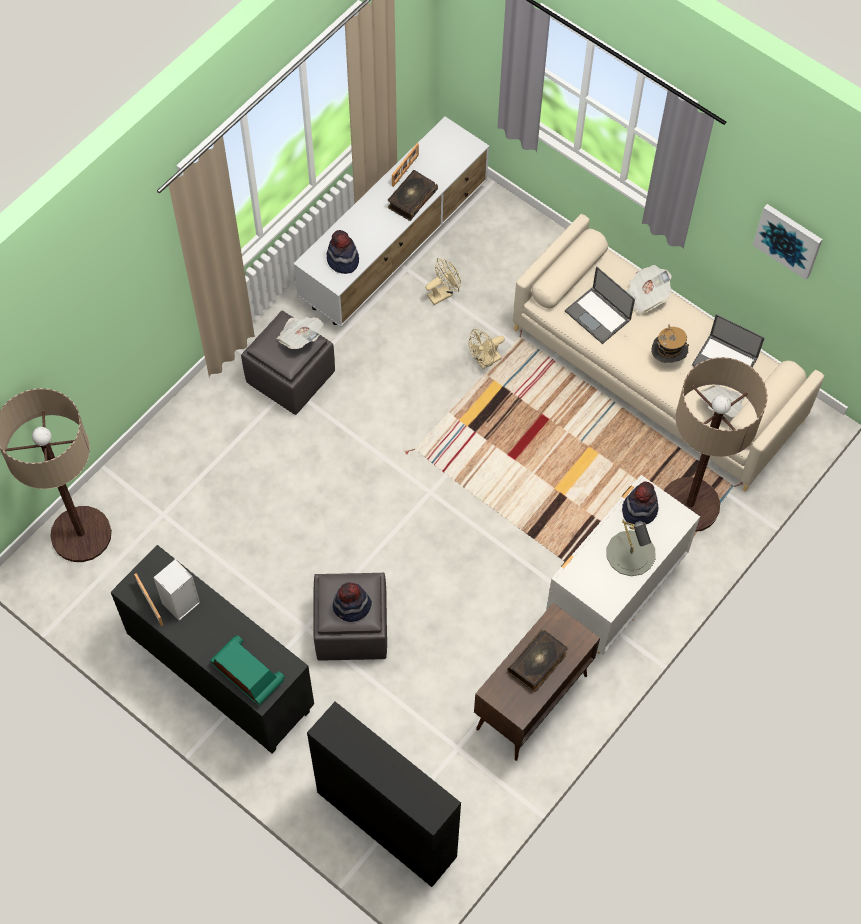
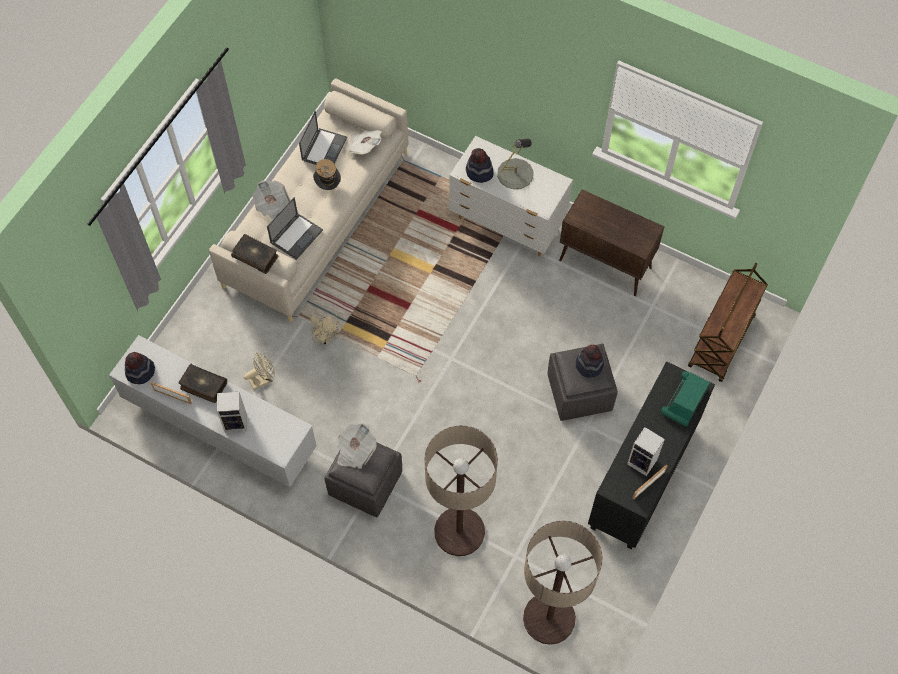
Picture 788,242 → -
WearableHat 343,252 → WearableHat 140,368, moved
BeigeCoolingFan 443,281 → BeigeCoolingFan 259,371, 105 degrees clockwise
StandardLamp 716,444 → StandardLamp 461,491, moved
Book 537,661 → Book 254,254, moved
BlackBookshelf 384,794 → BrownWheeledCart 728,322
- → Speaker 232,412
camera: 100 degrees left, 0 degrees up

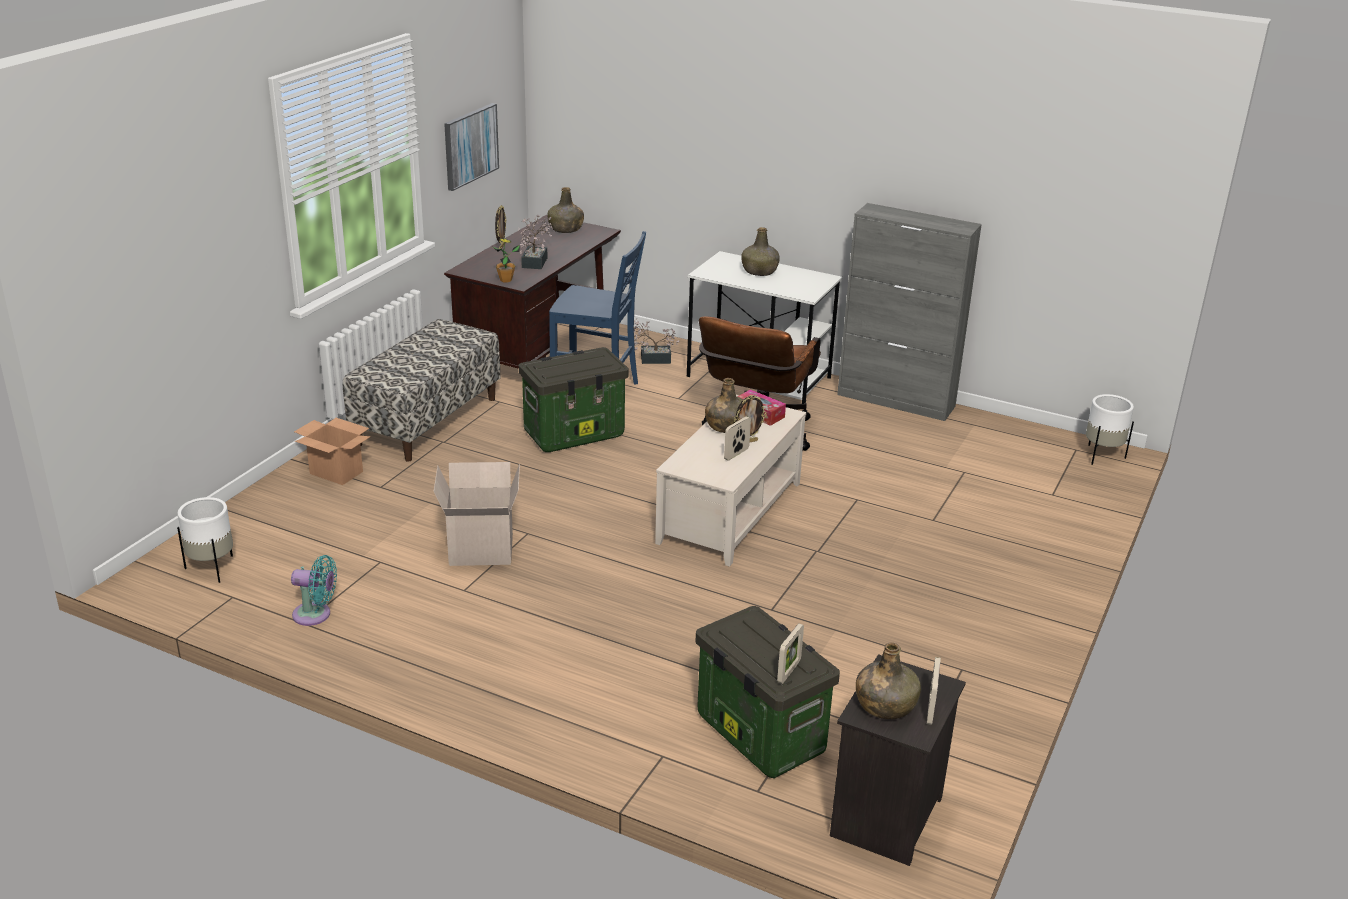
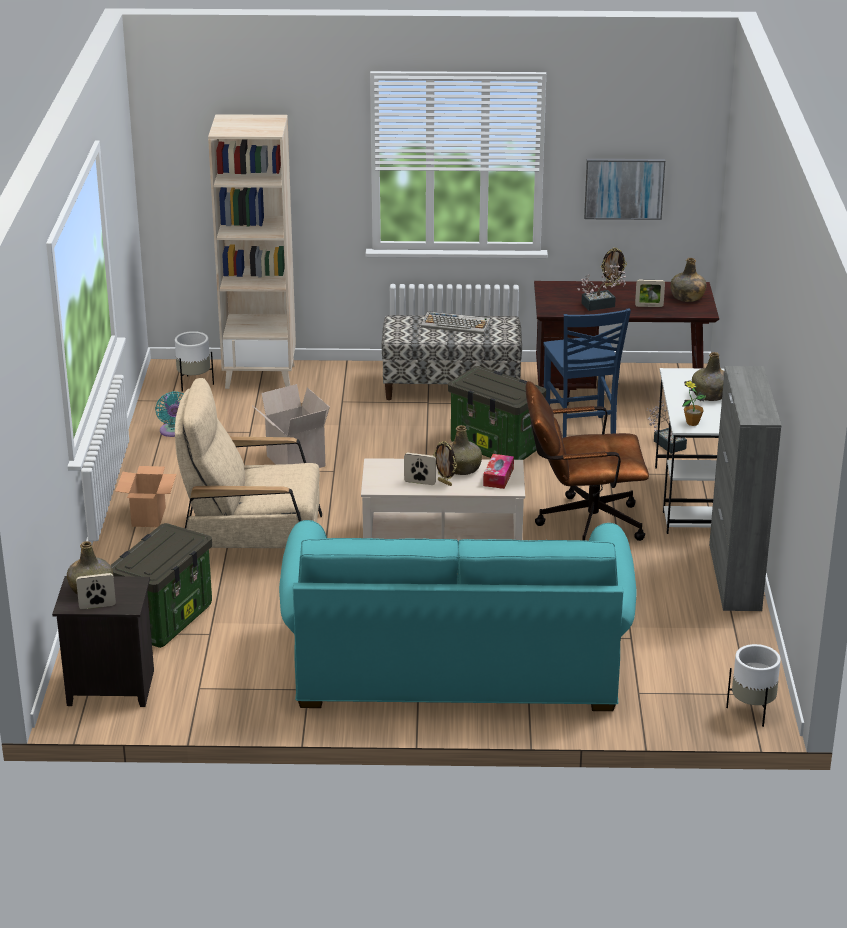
PlantInAPot 506,261 → PlantInAPot 694,403, moved
PackingBox 332,451 → PackingBox 145,496, moved
PhotoFrame 790,653 → PhotoFrame 650,293, moved
- → BeigeBookshelf 252,251
- → Keyboard 455,322
- → BeigeEasyChair 248,463
- → TurquoiseColouredCouch 458,615
camera: 65 degrees right, 0 degrees up

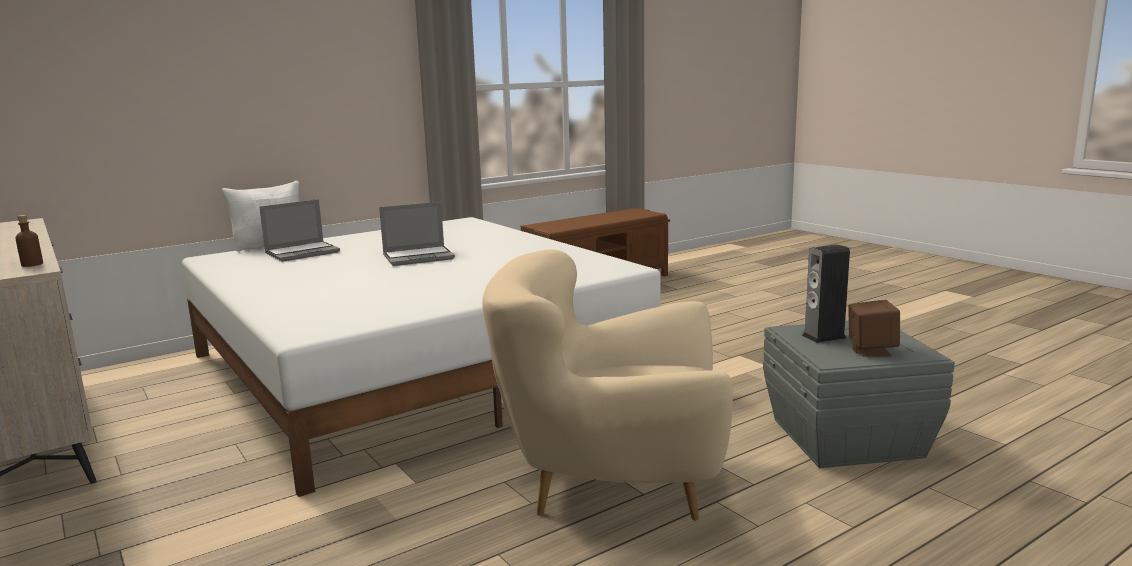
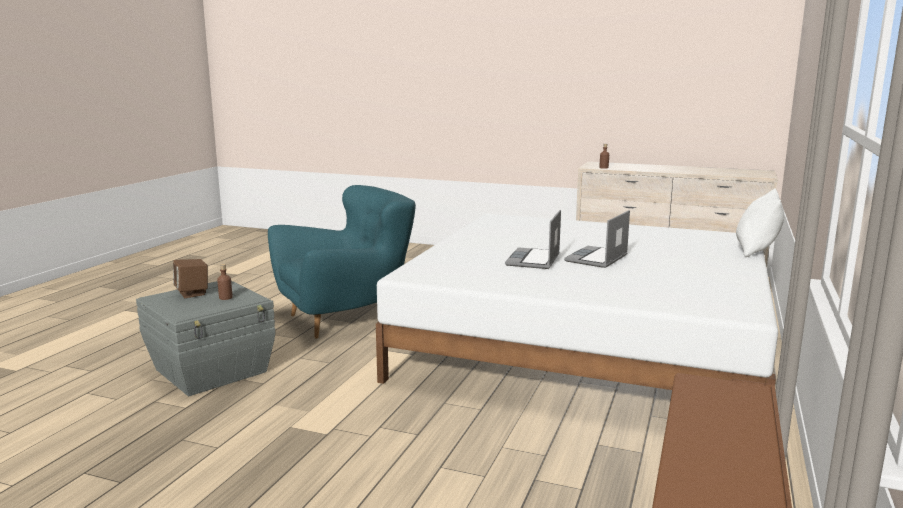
NotebookComputer 299,230 → NotebookComputer 533,239, moved
Speaker 826,294 → BrownDrinkBottle 225,282
BeigeEasyChair 607,384 → TurquoiseColouredEasyChair 342,261
camera: 145 degrees right, 0 degrees up

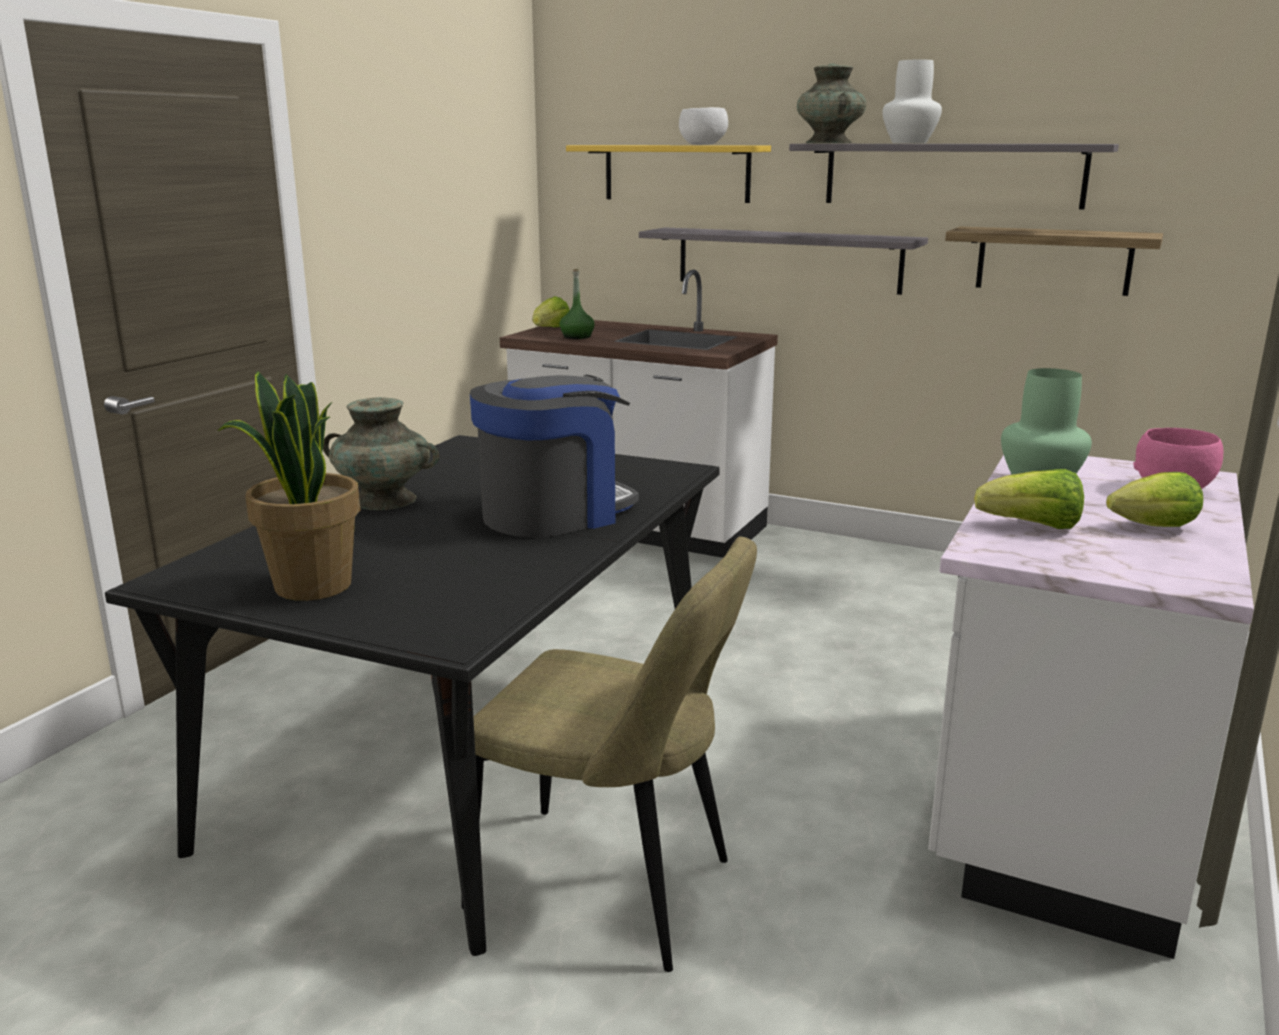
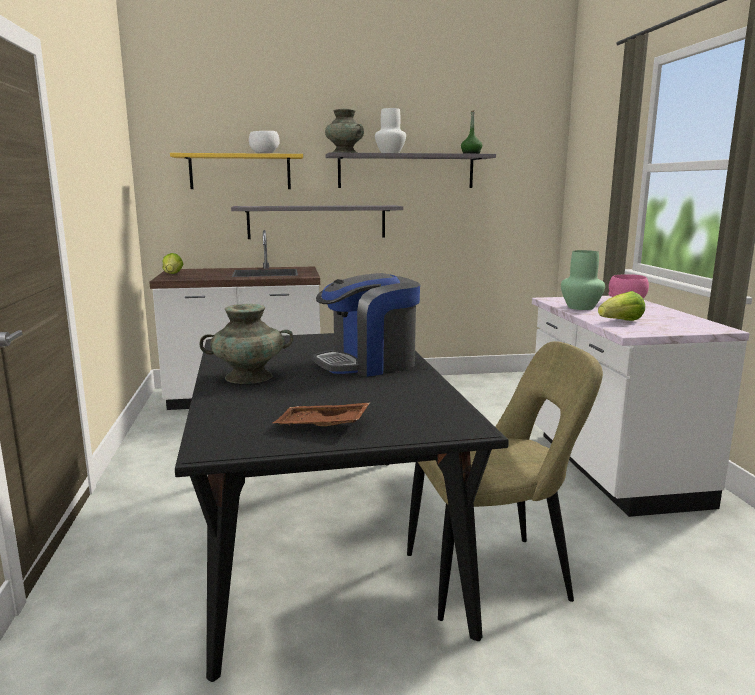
Shelf 1054,261 → -
GreenColouredDrinkBottle 577,304 → GreenColouredDrinkBottle 471,132, moved
PlantInAPot 289,486 → BrownCarryingTray 321,414
CoffeeMachine 554,456 → CoffeeMachine 366,325, 135 degrees counterclockwise
HeadOfLettuce 1154,499 → -
camera: 35 degrees left, 5 degrees down

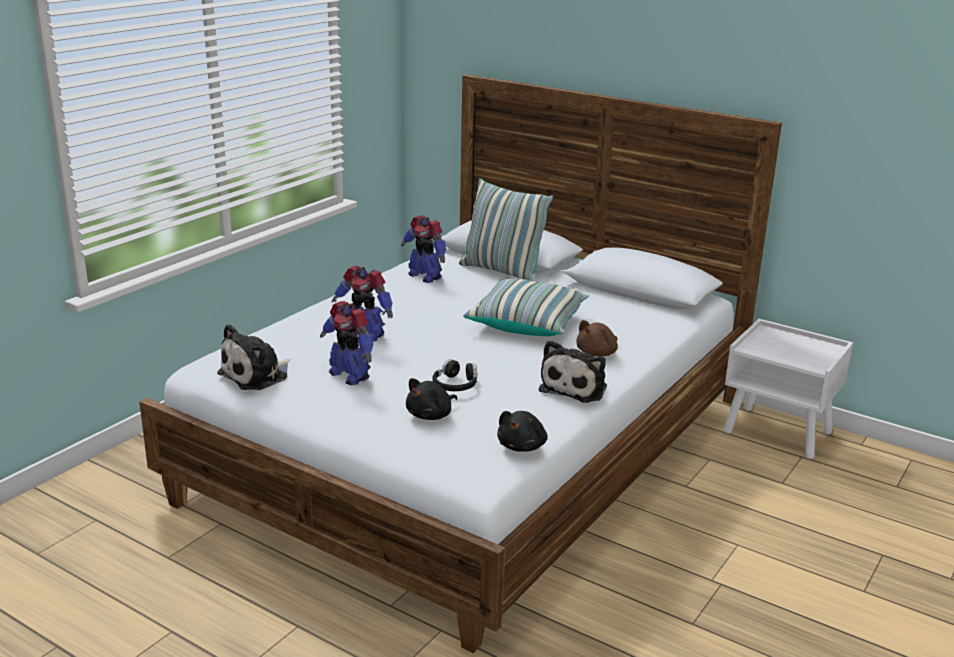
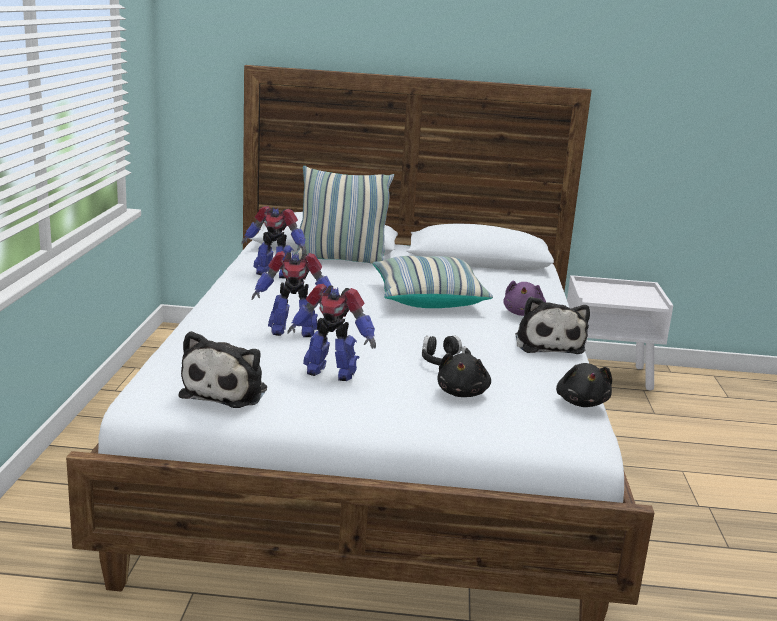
BrownCuddlyToy 597,338 → PurplishCuddlyToy 524,298
camera: 30 degrees left, 5 degrees down

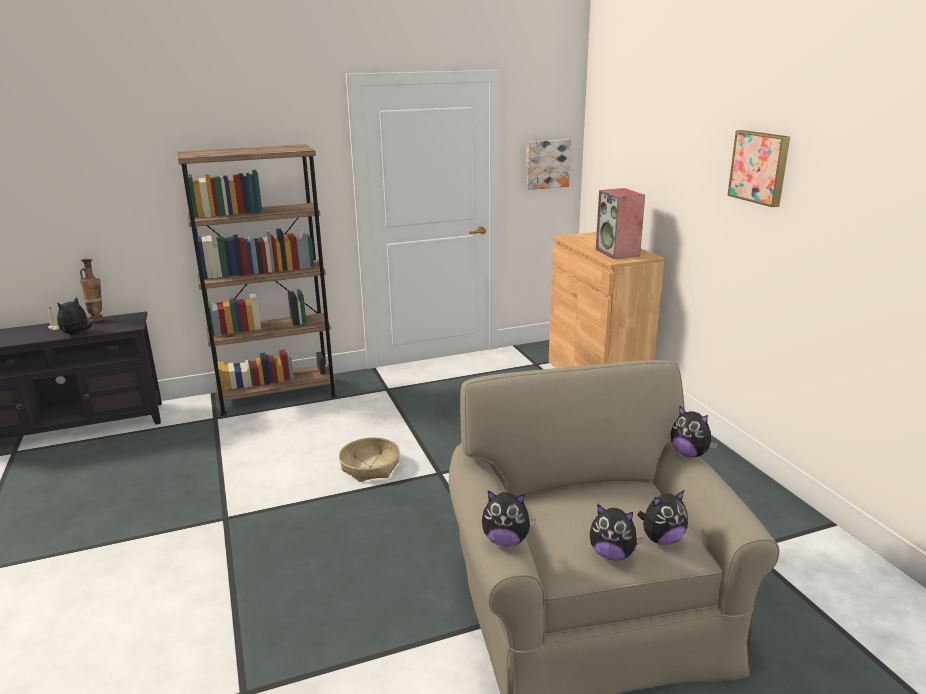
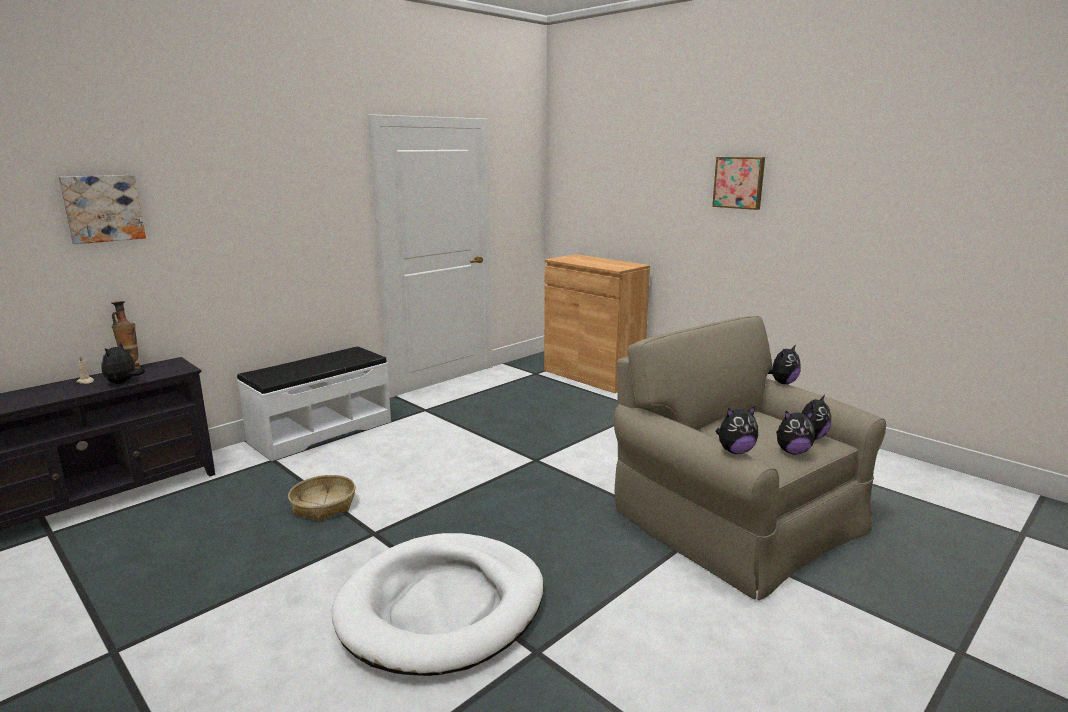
Picture 548,164 → Picture 102,209, moved
BrownBookshelf 257,280 → WhiteBench 314,403
Speaker 620,223 → -
CuddlyToy 694,431 → CuddlyToy 784,364, 60 degrees counterclockwise
Basket 369,459 → Basket 321,498, moved
- → WhitePetBed 437,604
camera: 25 degrees left, 5 degrees down

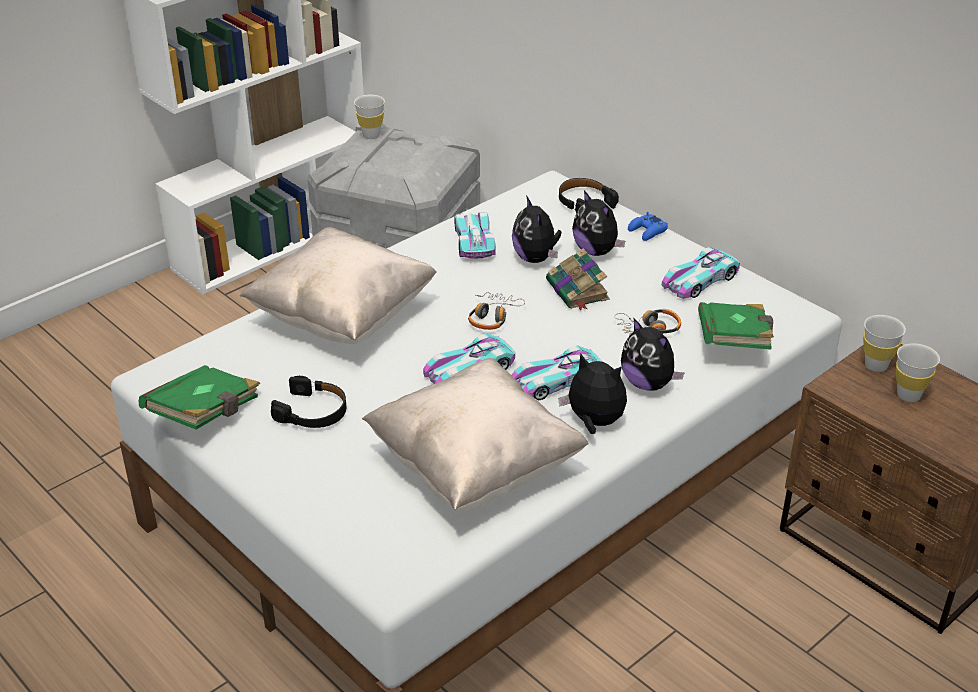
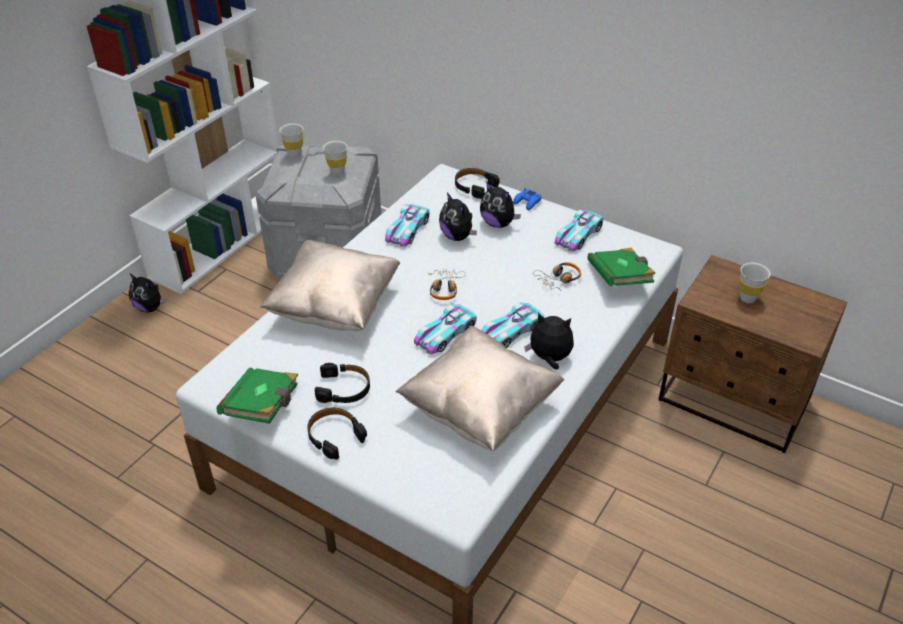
ModelCar 475,235 → ModelCar 407,225, 135 degrees counterclockwise
Book 577,279 → -
WhiteCup 884,343 → WhiteCup 335,158, moved
CuddlyToy 652,354 → CuddlyToy 148,293, moved
- → BlackHeadset 337,433
camera: 15 degrees left, 5 degrees up

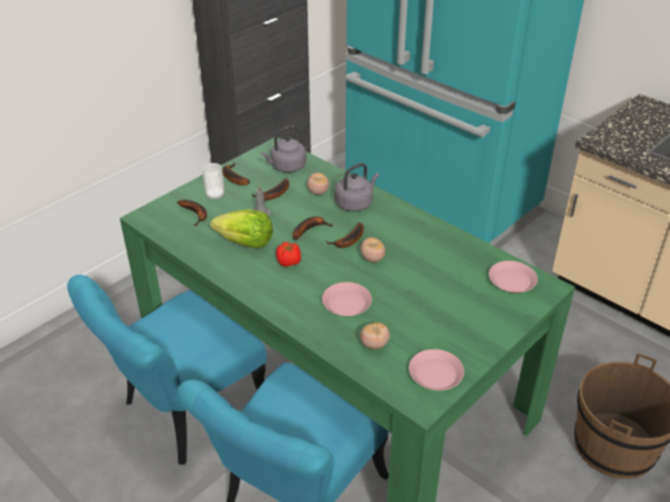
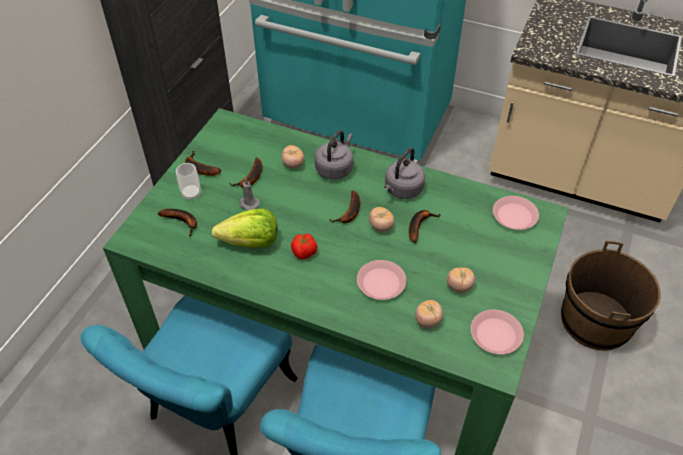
GreyishTeaKettle 284,149 → GreyishTeaKettle 404,173, moved
BananaFruit 313,228 → BananaFruit 425,226, moved
- → Tomato 461,279
camera: 20 degrees left, 10 degrees up

